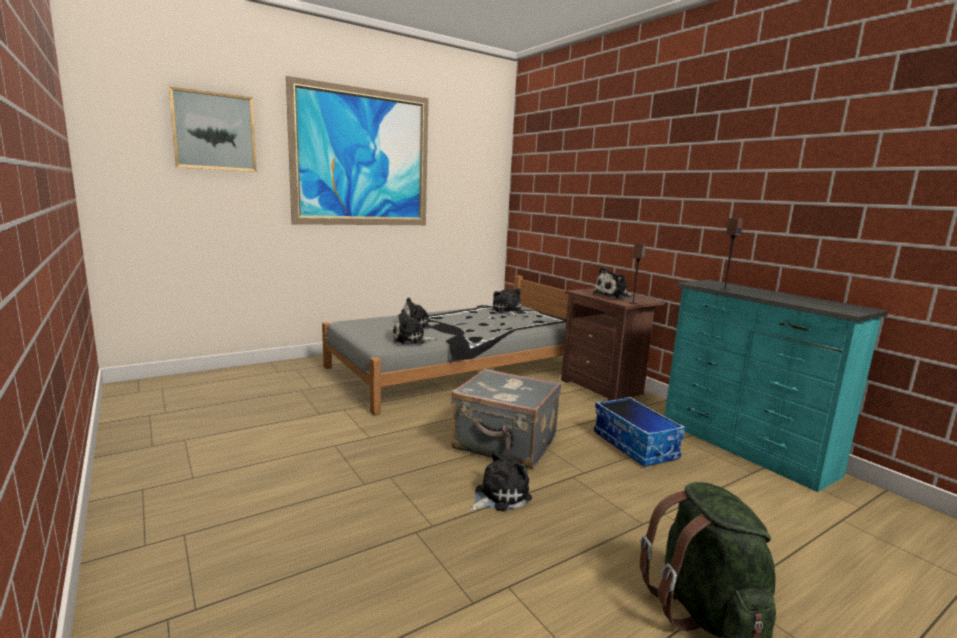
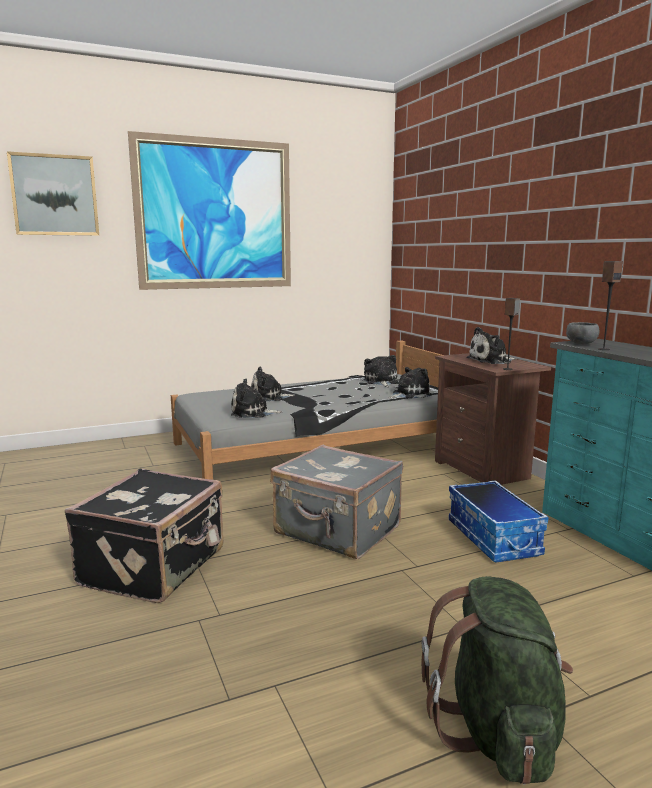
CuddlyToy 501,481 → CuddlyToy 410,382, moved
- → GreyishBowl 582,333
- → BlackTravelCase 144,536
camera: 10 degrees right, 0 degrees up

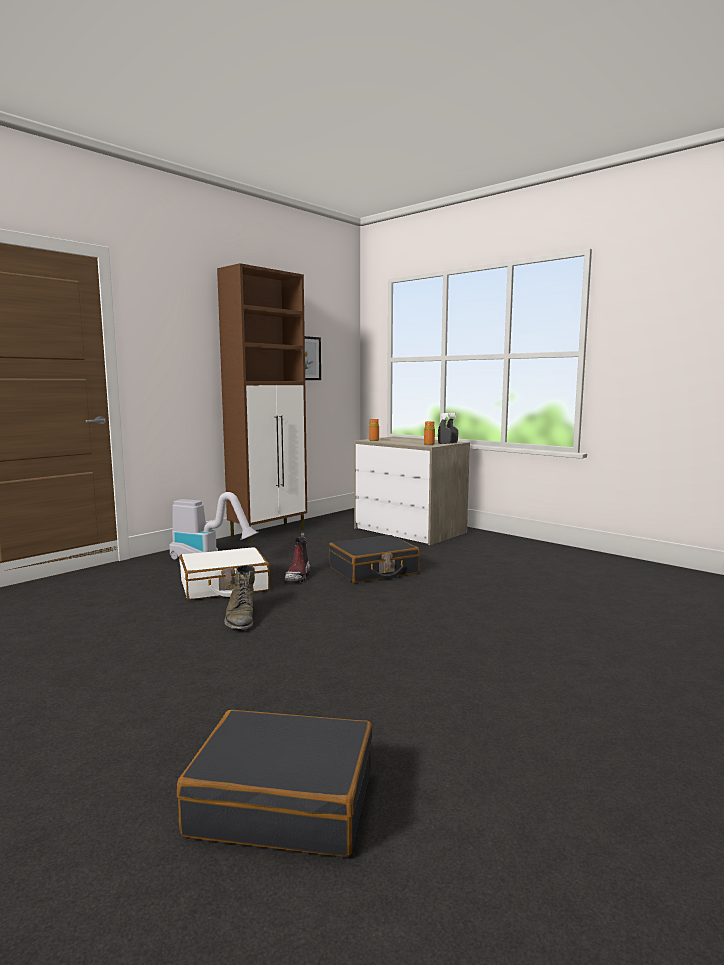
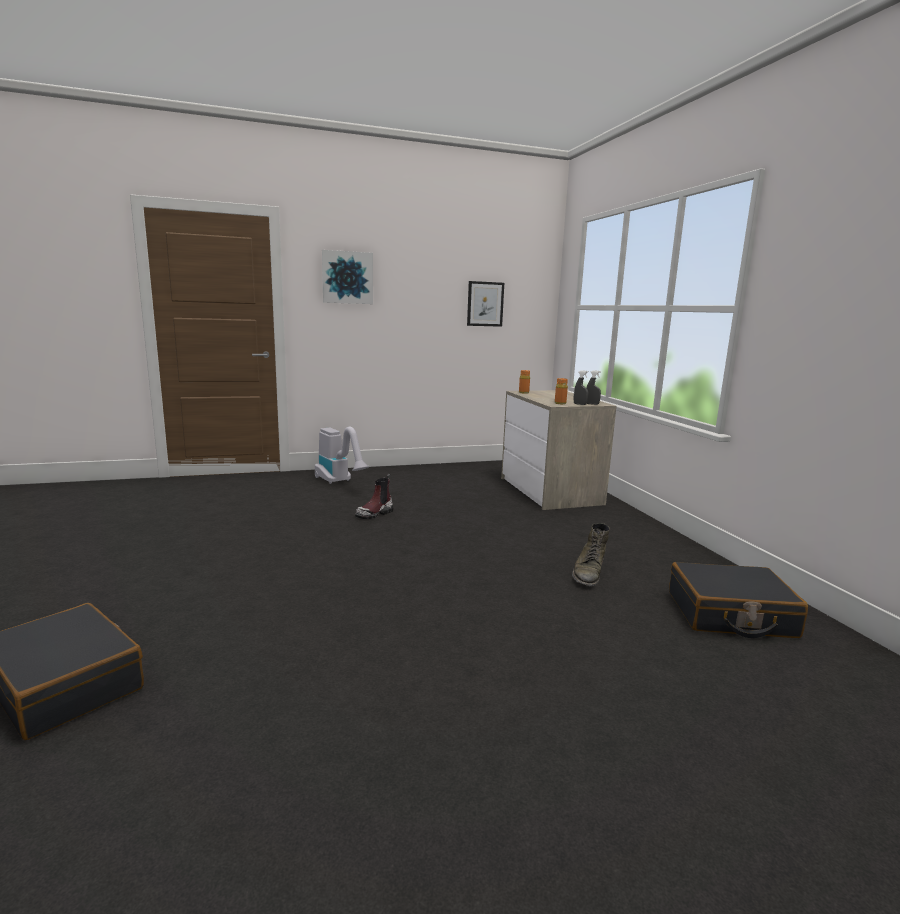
BrownCupboard 262,403 → -
BlackTravelCase 374,559 → BlackTravelCase 738,600, moved
WhiteTravelCase 224,573 → -
GreenColouredTallBoot 240,597 → GreenColouredTallBoot 591,555, moved
- → Picture 347,277
camera: 30 degrees right, 5 degrees up

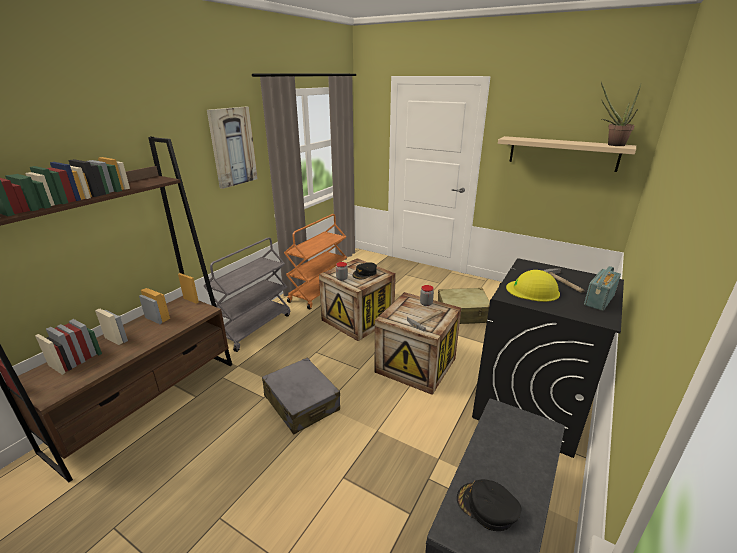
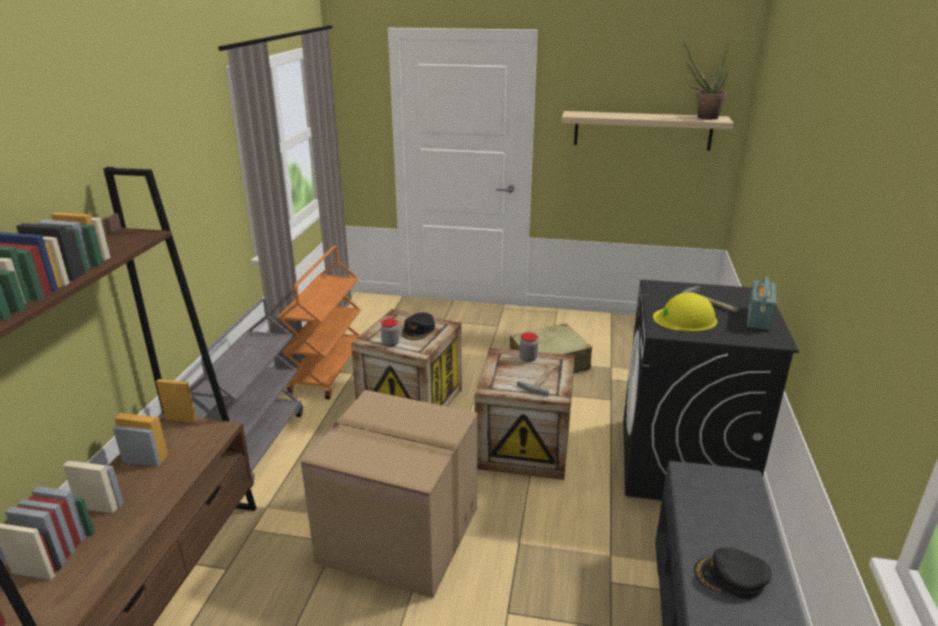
Picture 232,148 → -
GreyishTravelCase 301,396 → PackingBox 389,494
camera: 20 degrees left, 0 degrees up

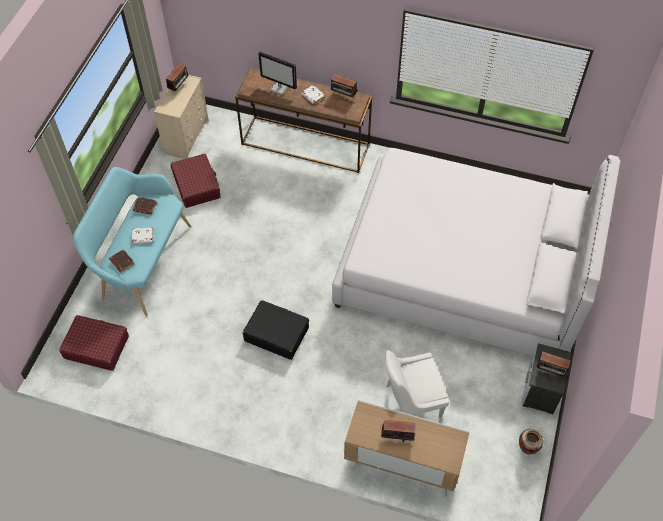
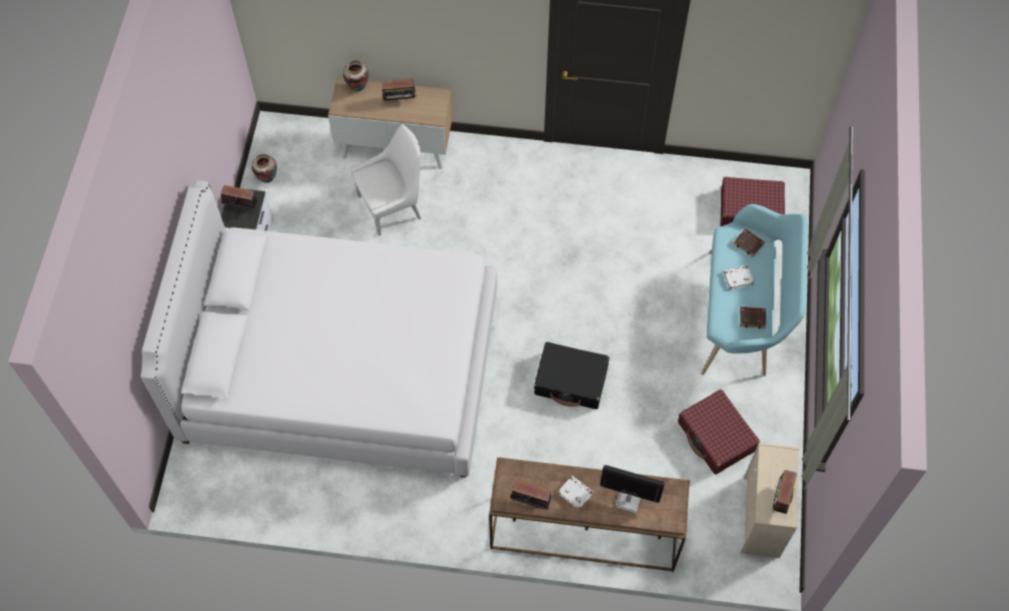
BlackTravelCase 276,330 → BlackTravelCase 571,375, moved
- → Vase 356,76
camera: 170 degrees right, 5 degrees up

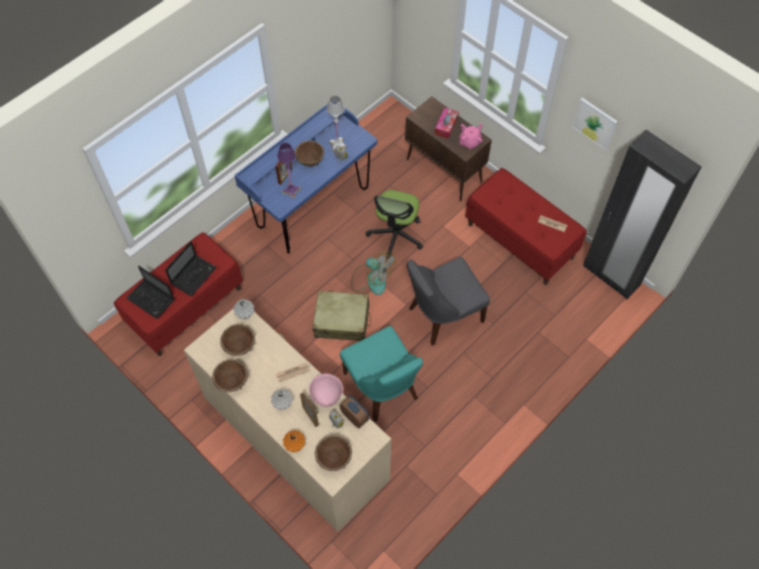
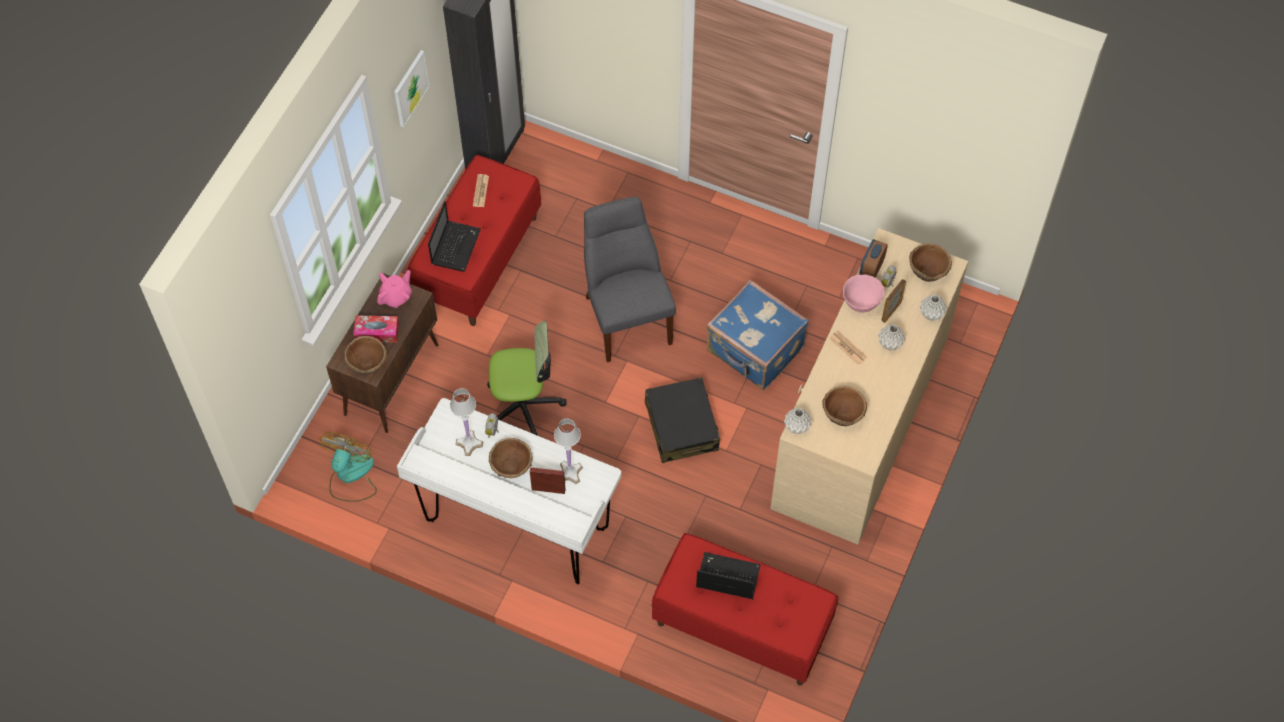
BlueColouredDeskUnit 306,178 → WhiteDeskUnit 509,491
PinkishTeapot 471,136 → PinkishTeapot 394,289, 105 degrees clockwise
PurplishTabletopLamp 289,170 → WhiteTabletopLamp 568,452
CoolingFan 373,273 → CoolingFan 348,467, moved
GreyishPlainChair 448,301 → GreyishPlainChair 630,279, 150 degrees counterclockwise
NotebookComputer 151,292 → NotebookComputer 454,236, moved
BeigeTravelCase 342,316 → BlackTravelCase 682,420
TurquoiseColouredPlainChair 381,374 → BlueColouredTravelCase 757,335
BrownBowl 230,375 → BrownBowl 365,355, moved
OrangeColouredVase 294,441 → GreyishVase 933,308
camera: 110 degrees left, 0 degrees up

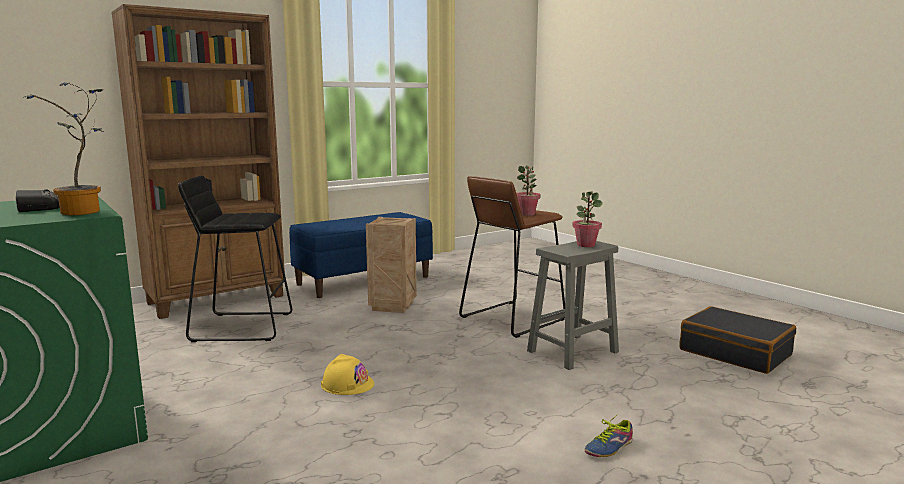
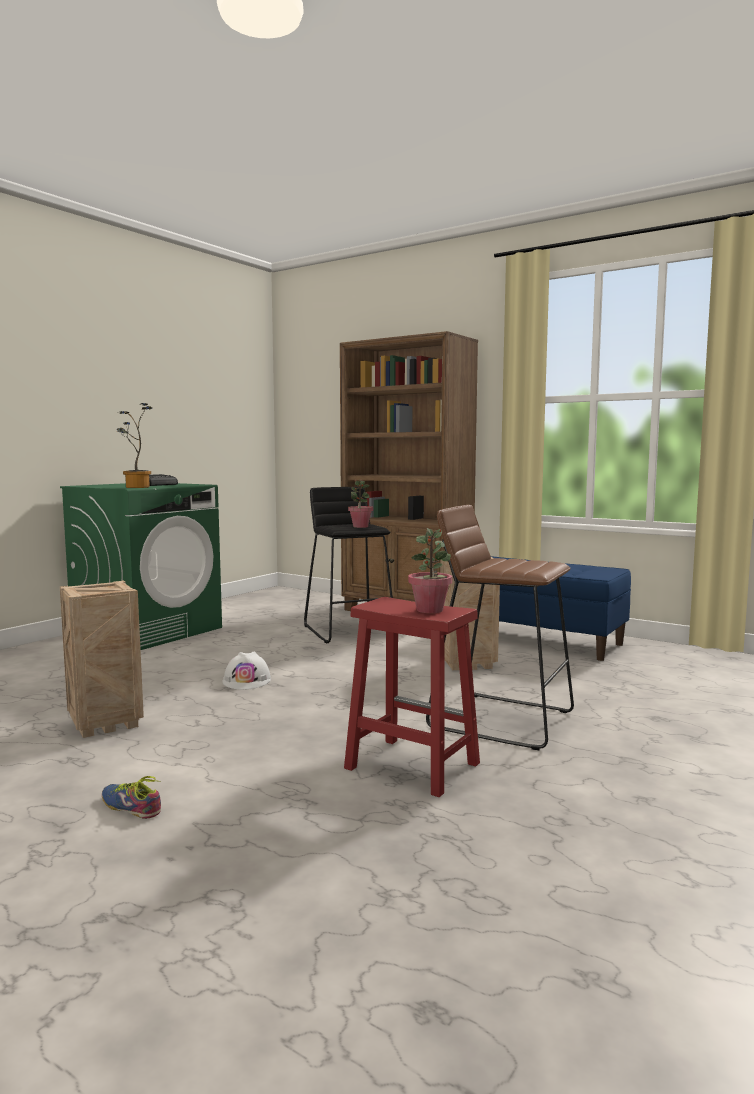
PlantInAPot 528,190 → PlantInAPot 360,503, moved
GreyishStoolSeat 573,305 → RedColouredStoolSeat 412,697
BlackTravelCase 738,340 → -
YellowColouredWorkHelmet 347,374 → WhiteWorkHelmet 246,670
- → ShippingCrate 102,659
camera: 70 degrees right, 5 degrees down

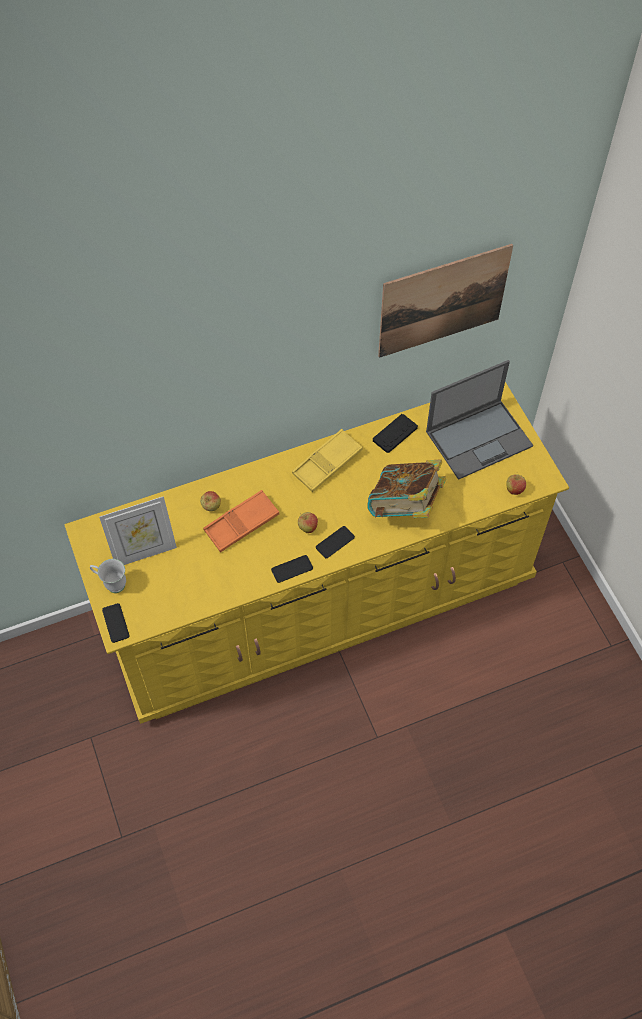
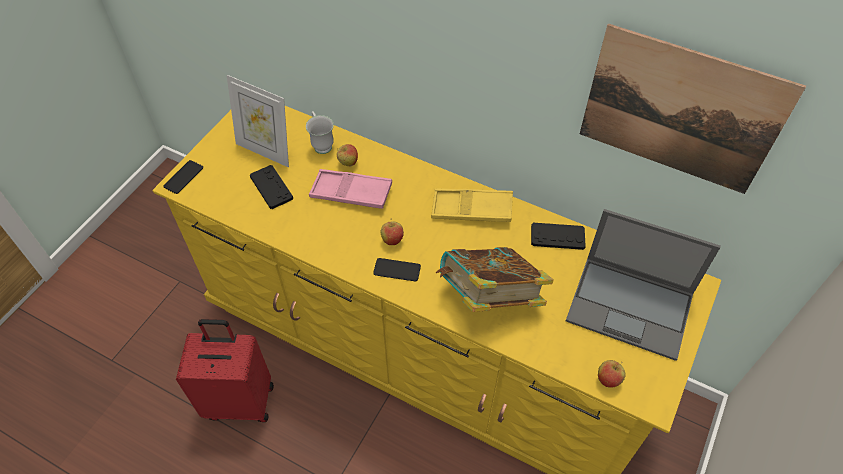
OrangeColouredCarryingTray 241,521 → PinkishCarryingTray 350,189
Telephone 292,569 → -
WhiteMug 108,576 → WhiteMug 320,132, moved
- → BlackJoypad 271,187
- → RedColouredTravelCase 225,370
camera: 50 degrees right, 5 degrees down

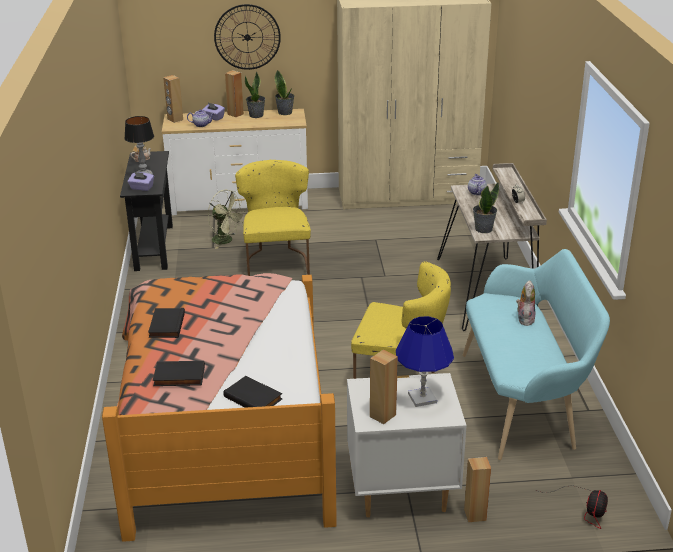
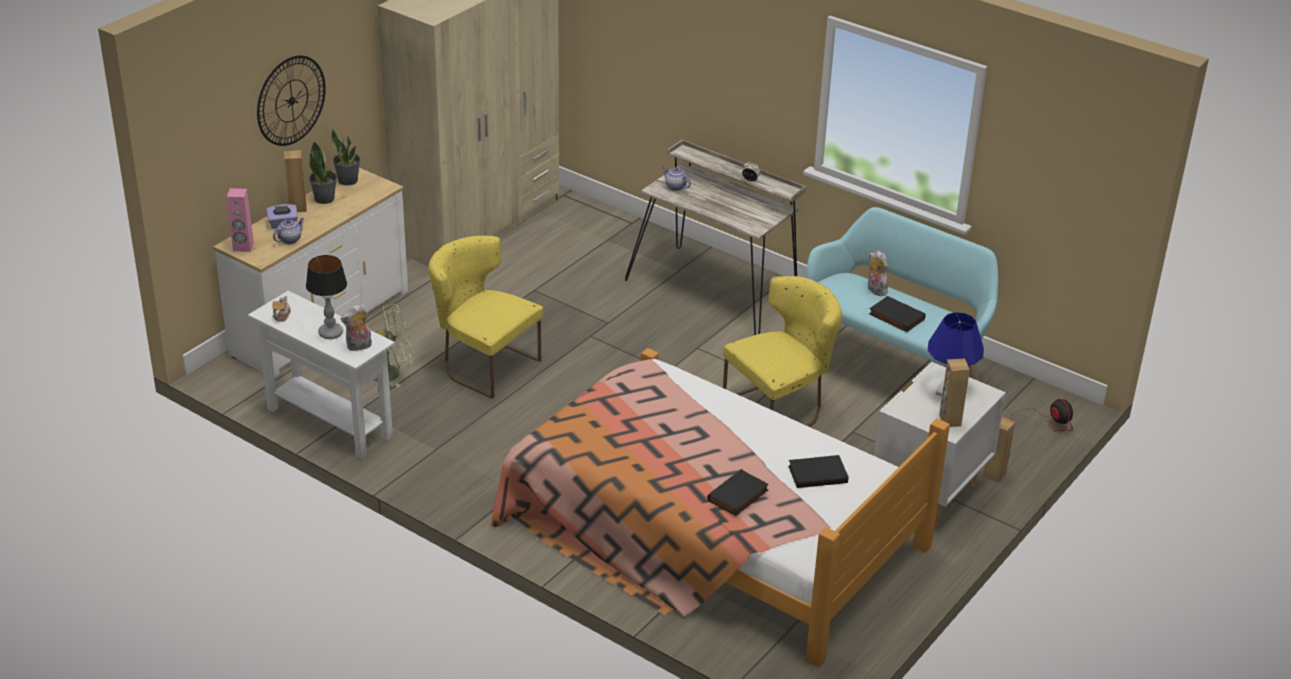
BrownSpeaker 173,99 → PinkishSpeaker 240,220
BlackHallTable 146,211 → WhiteHallTable 321,375
PurplishBoxOfTissues 141,181 → CuddlyToy 356,327
PlantInAPot 486,207 → -
BlackBook 166,323 → BlackBook 897,314, moved
camera: 50 degrees left, 5 degrees up

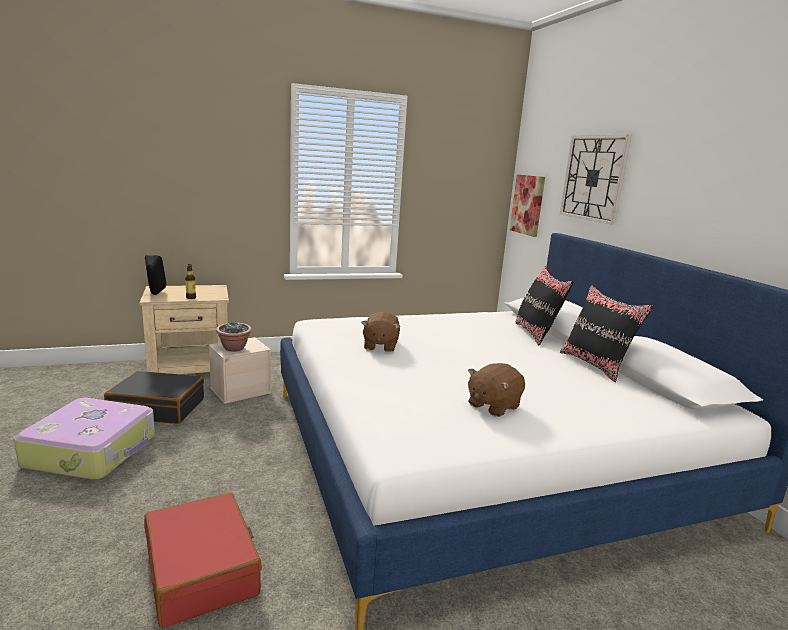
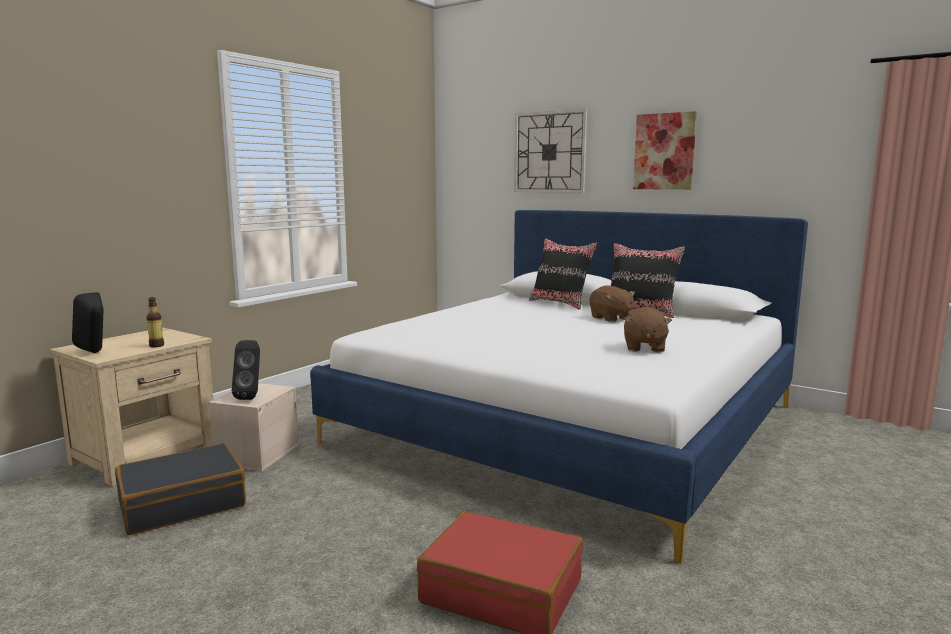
Picture 527,205 → Picture 665,150, moved
BrownCuddlyToy 380,332 → BrownCuddlyToy 612,304, moved
PlantInAPot 234,336 → BlackSpeaker 246,370
TravelCase 84,439 → -
camera: 35 degrees left, 5 degrees down

